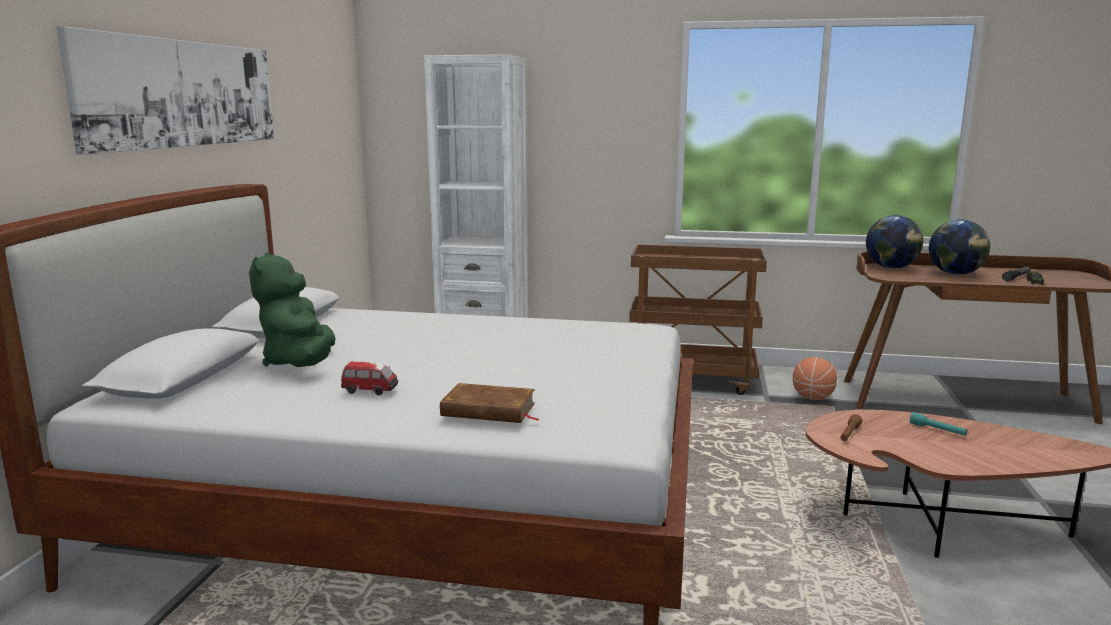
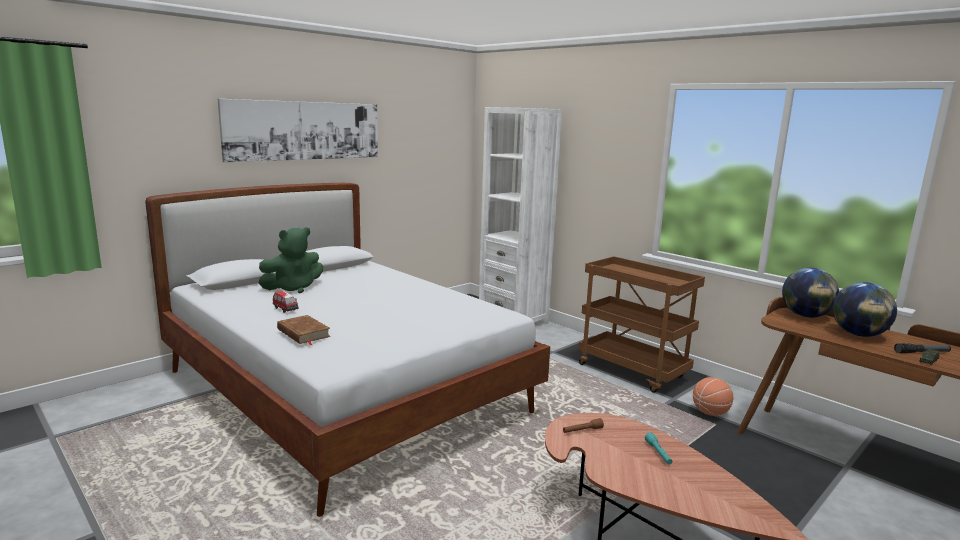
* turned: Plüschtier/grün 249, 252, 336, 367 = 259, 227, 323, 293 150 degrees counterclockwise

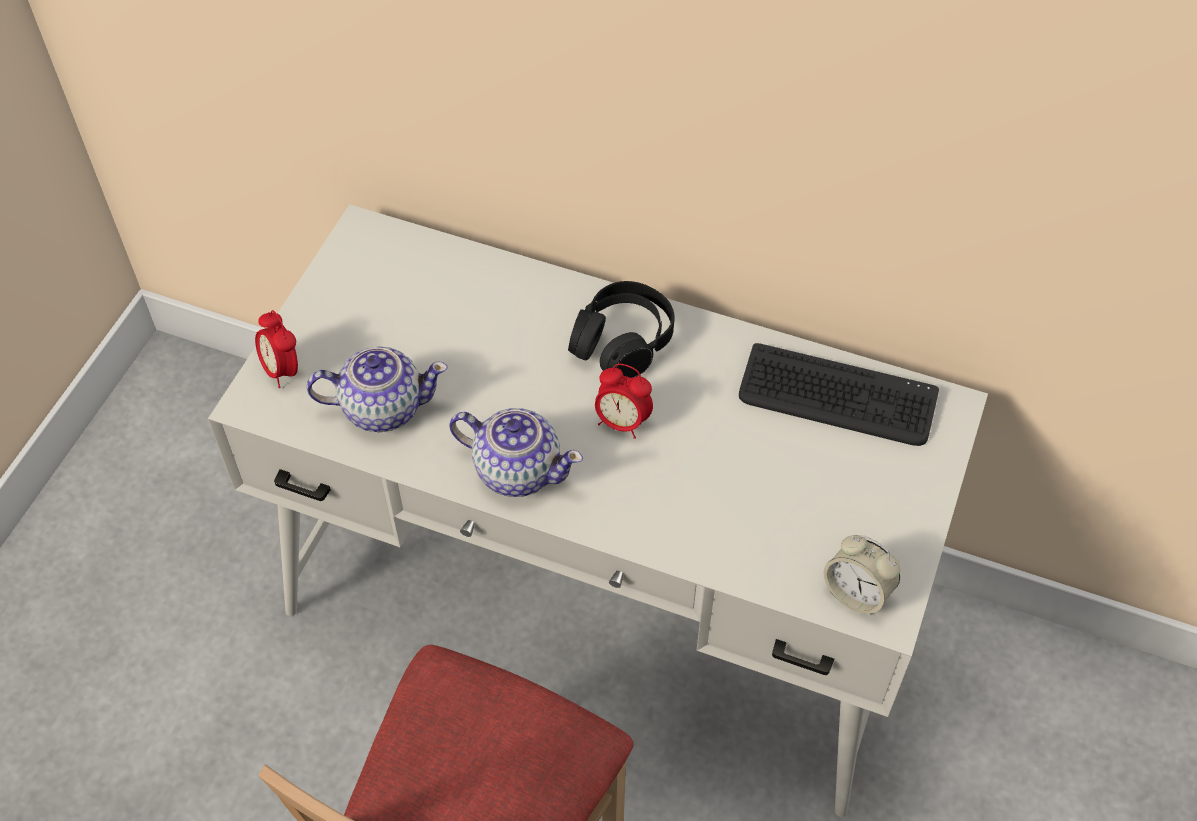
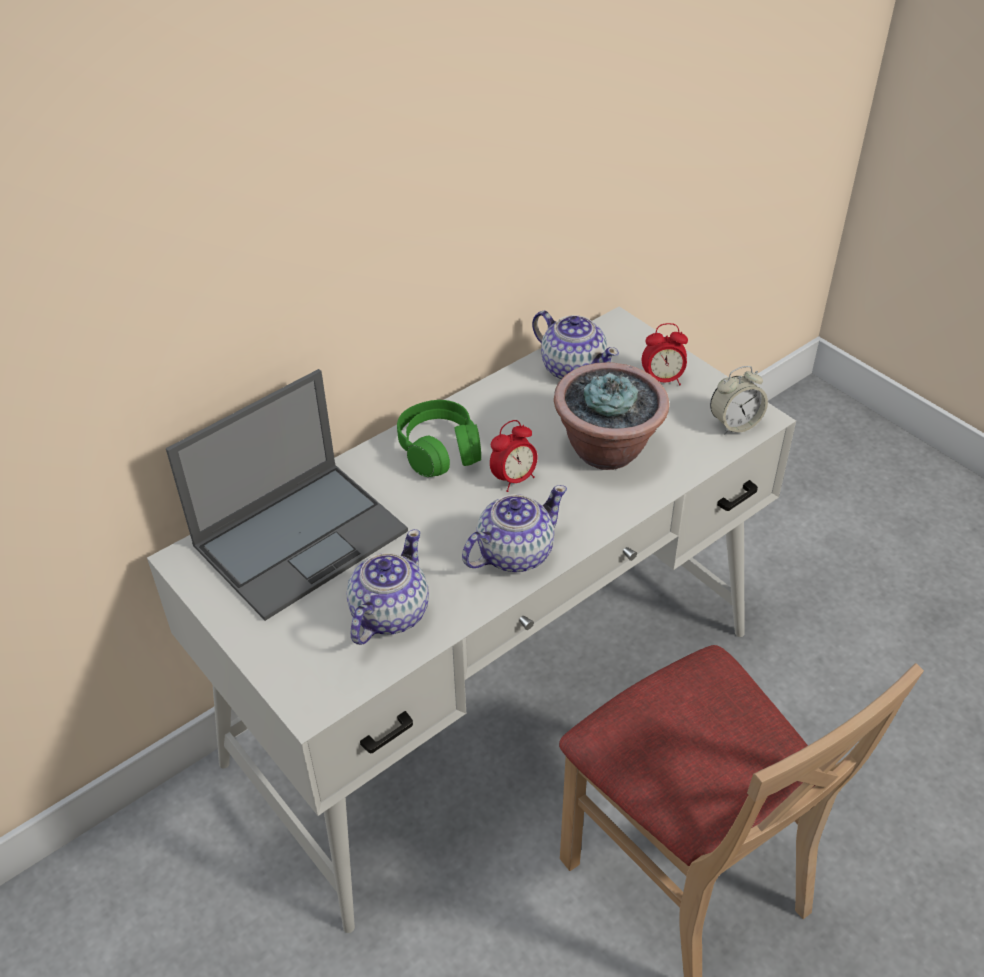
* added: Laptop 166, 369, 408, 621
* added: Topfpflanze 554, 362, 669, 470
* moved: Wecker 255, 310, 298, 388 to 642, 323, 688, 385
* replaced: Tastatur 739, 343, 939, 446 to Teekanne 532, 310, 619, 380
* recoloured: Kopfhörer/schwarz 568, 281, 675, 378 to Kopfhörer/grün 397, 400, 481, 477

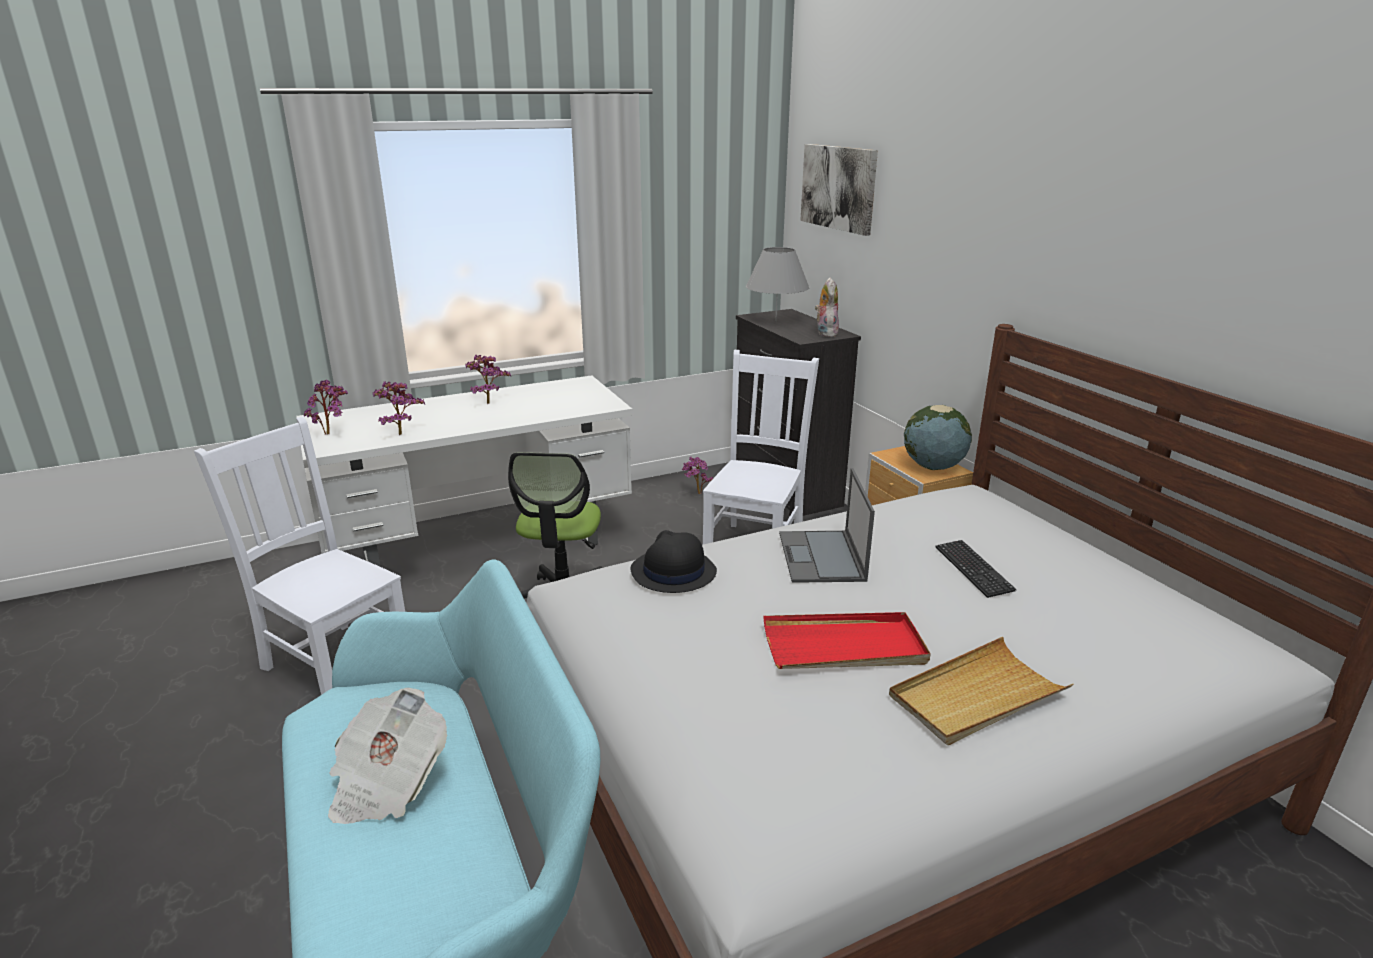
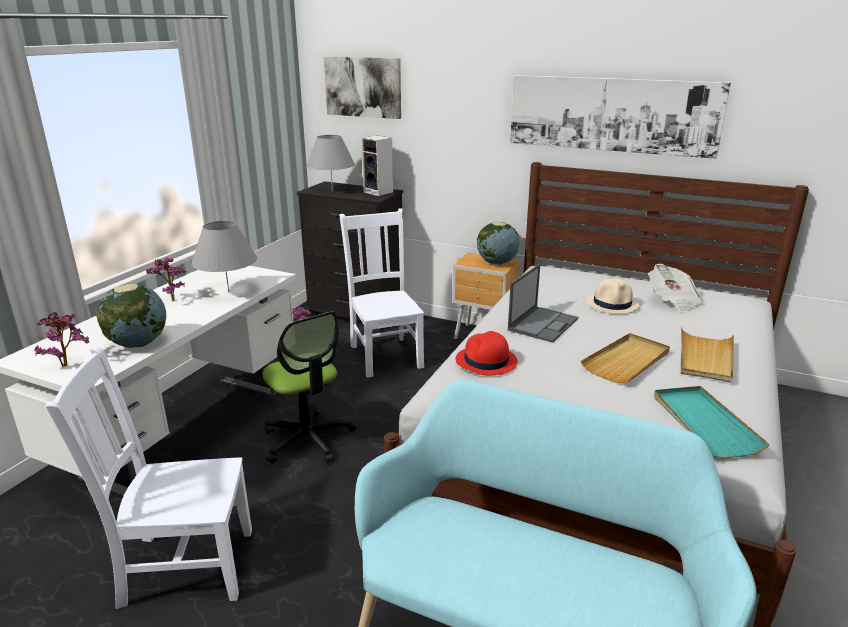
* added: Tischlampe/grau 191, 221, 257, 293
* added: Bild 510, 75, 731, 159
* added: Tablett/türkis 654, 386, 770, 458
* moved: Zeitung 328, 688, 447, 824 to 648, 264, 702, 313
* replaced: Topfpflanze 373, 381, 425, 435 to Globus 96, 283, 166, 348
* replaced: Plüschtier 815, 278, 839, 337 to Lautsprecher 361, 135, 393, 196
* replaced: Tastatur 936, 540, 1016, 598 to Hut/beige 586, 278, 640, 314
* recoloured: Hut/schwarz 631, 530, 717, 593 to Hut/rot 456, 331, 518, 375
* recoloured: Tablett/rot 764, 612, 931, 669 to Tablett/beige 581, 333, 670, 383
* turned: Laptop 779, 468, 875, 583 = 508, 264, 578, 343 105 degrees counterclockwise

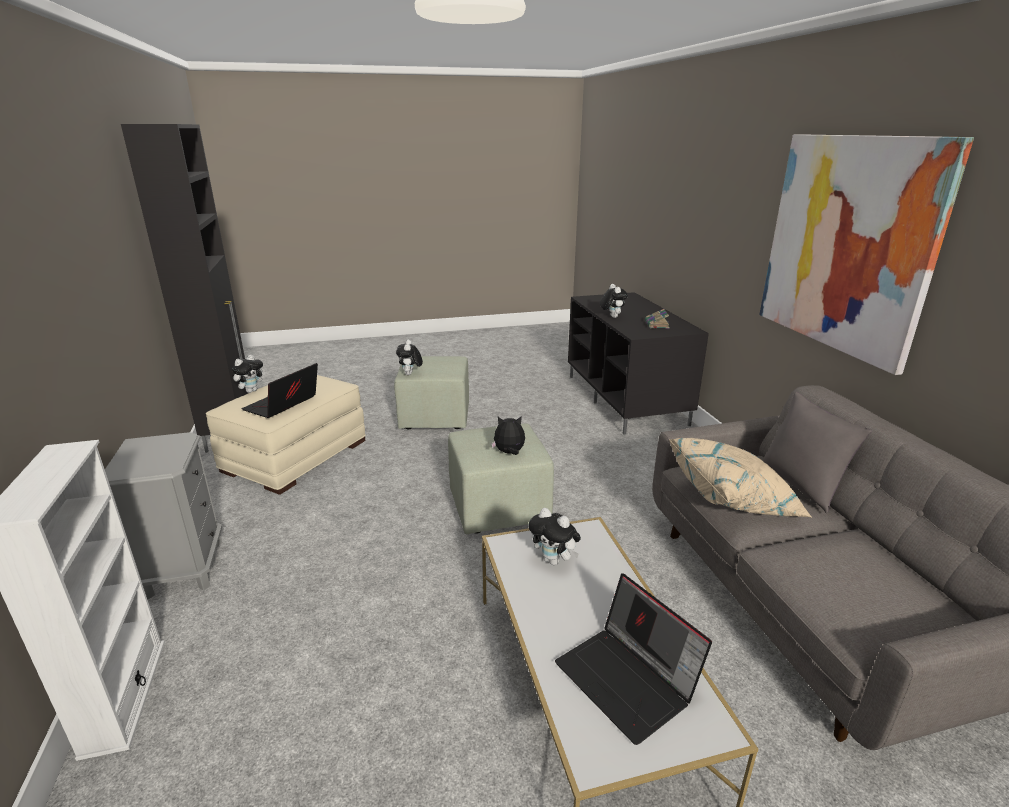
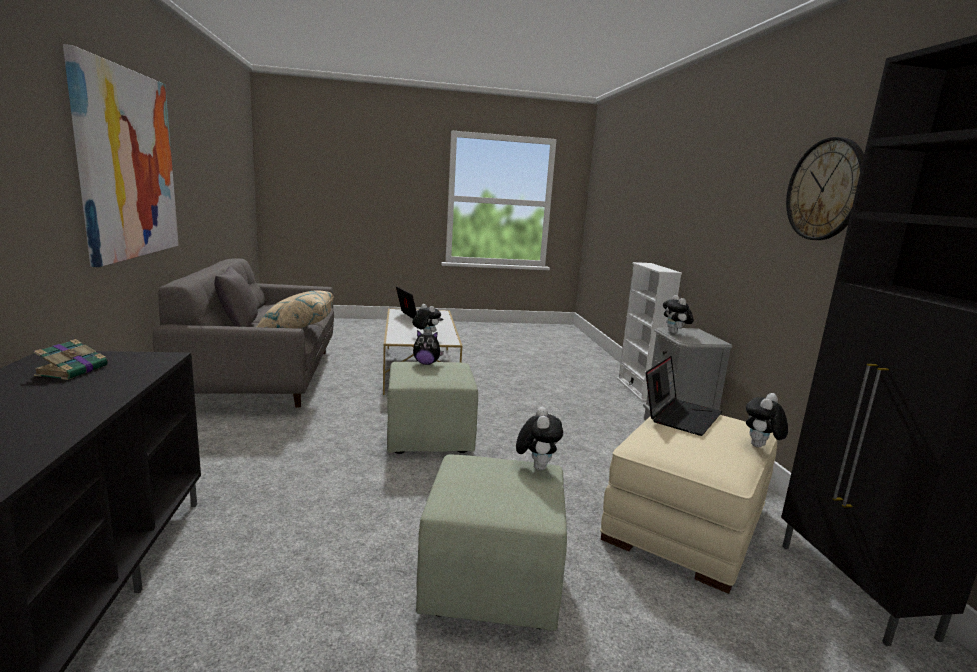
* added: Wanduhr 786, 137, 864, 240
* moved: Plüschtier 600, 284, 628, 318 to 663, 295, 694, 334

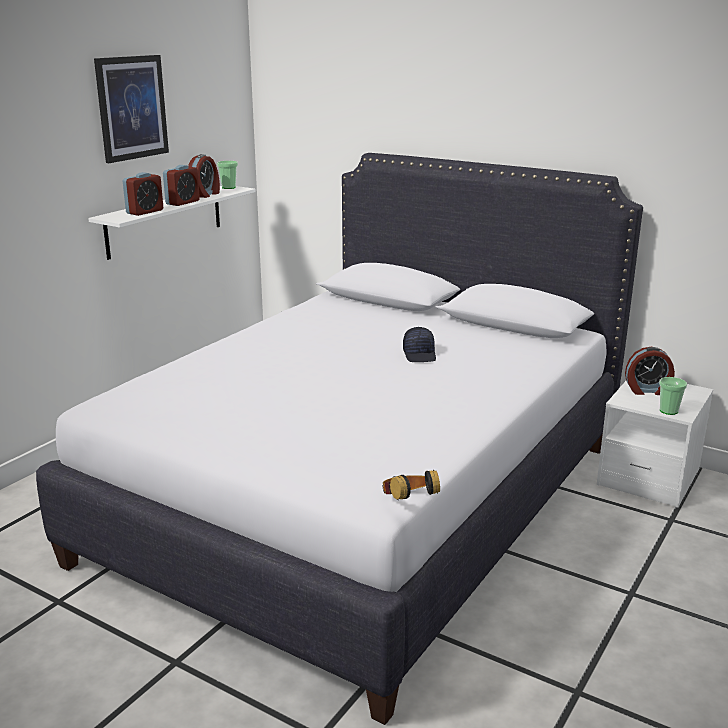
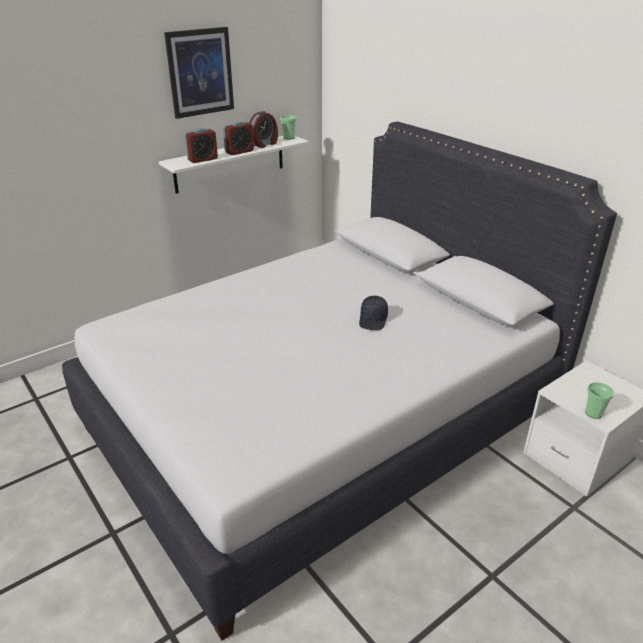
* removed: Kopfhörer 382, 470, 440, 500
* removed: Wecker 625, 347, 675, 395

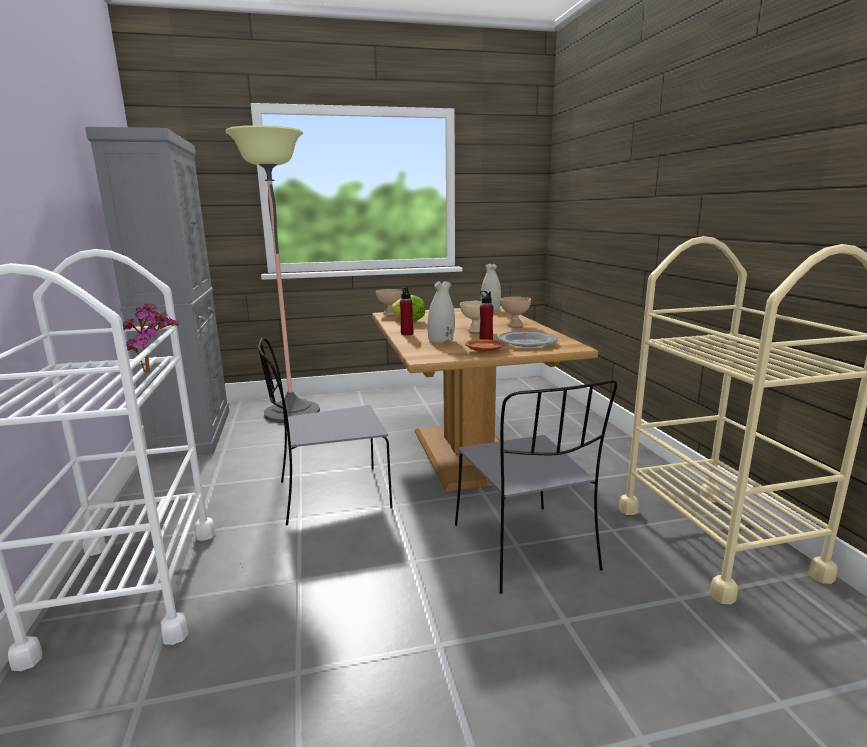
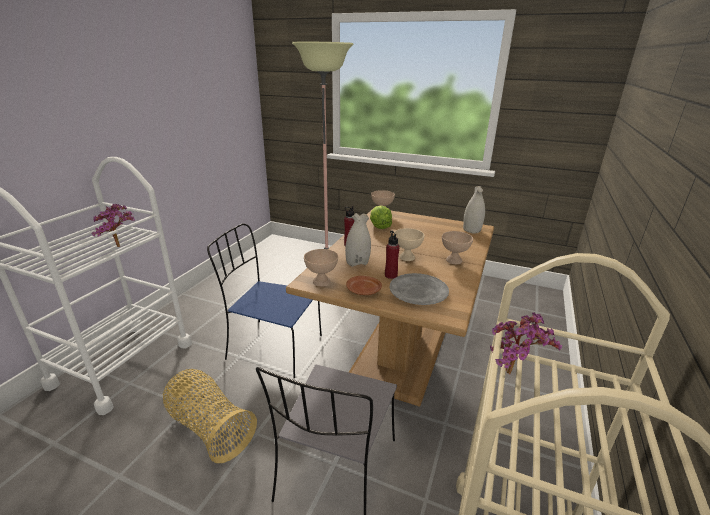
* removed: Schrank/grau 85, 127, 229, 460
* added: Korb 163, 369, 257, 463
* added: Schüssel/beige 304, 249, 338, 287
* added: Topfpflanze 490, 313, 562, 374
* recoloured: Stuhl/grau 258, 338, 393, 525 to Stuhl/blau 207, 223, 322, 378

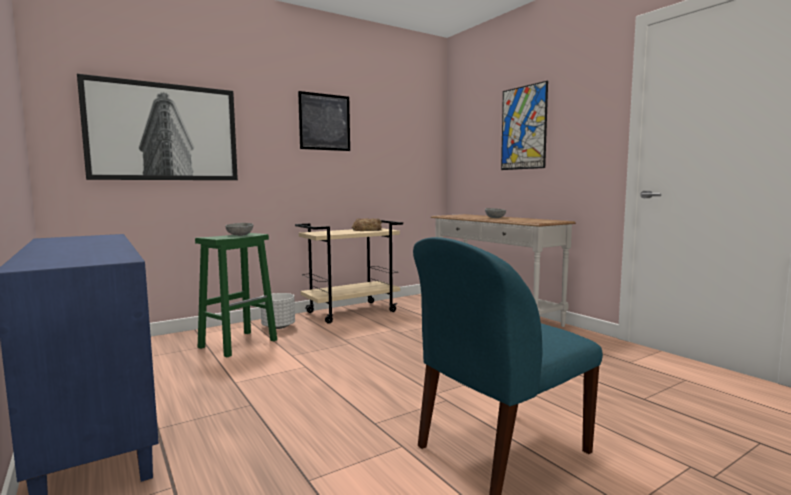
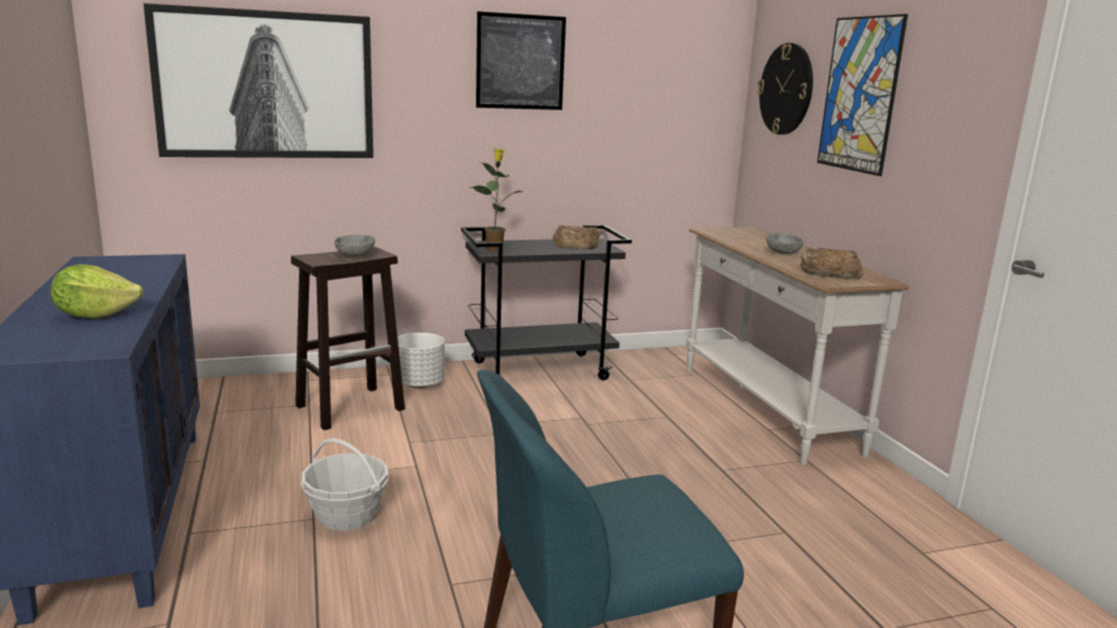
* added: Salatkopf 50, 264, 143, 319
* added: Korb 301, 438, 389, 531
* added: Topfpflanze 470, 149, 522, 251
* added: Wanduhr 757, 43, 813, 135
* added: Brot 801, 248, 864, 279
* recoloured: Hocker/grün 195, 233, 277, 357 to Hocker/braun 291, 246, 405, 430
* recoloured: Rollwagen/beige 295, 220, 403, 324 to Rollwagen/schwarz 461, 225, 632, 380

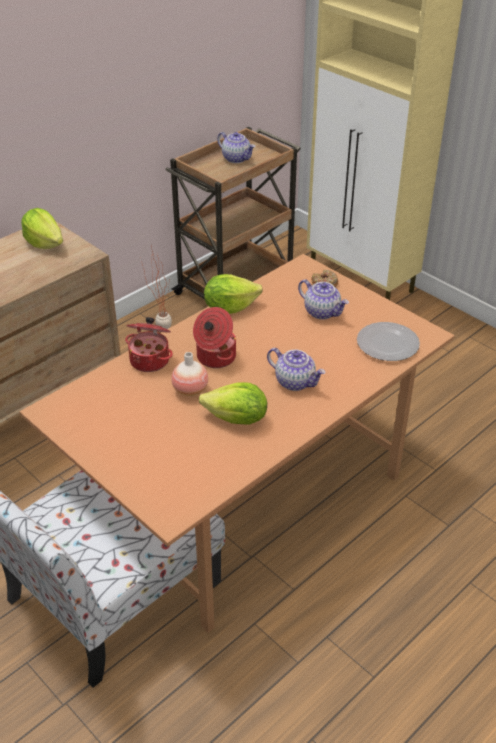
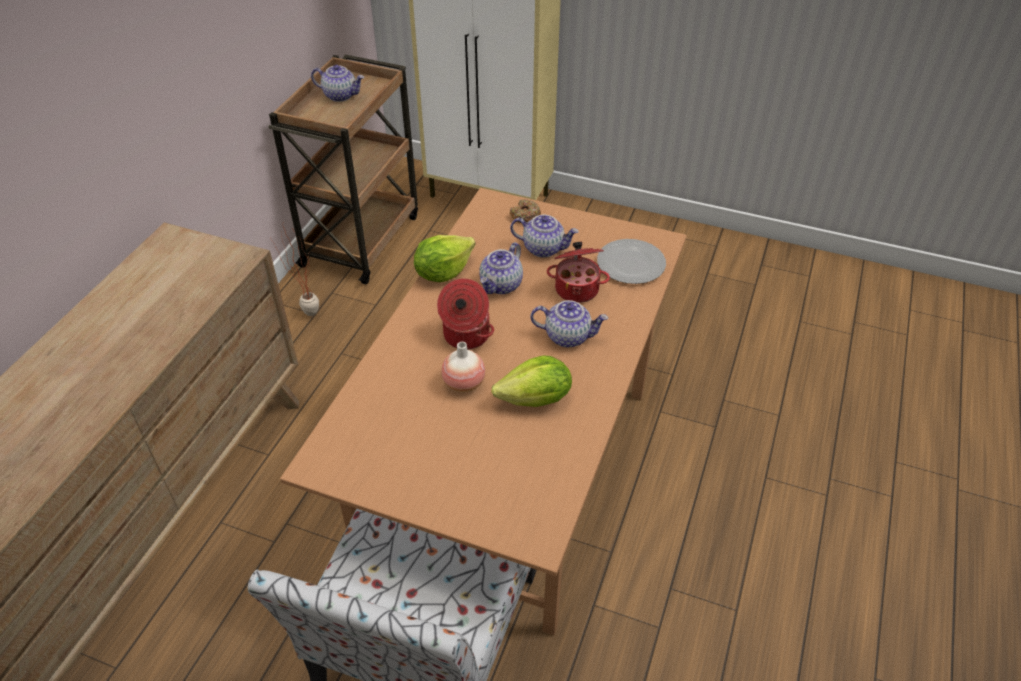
* removed: Salatkopf 21, 208, 63, 249
* added: Teekanne 479, 242, 523, 294
* moved: Kochtopf 125, 317, 173, 372 to 547, 242, 610, 303

